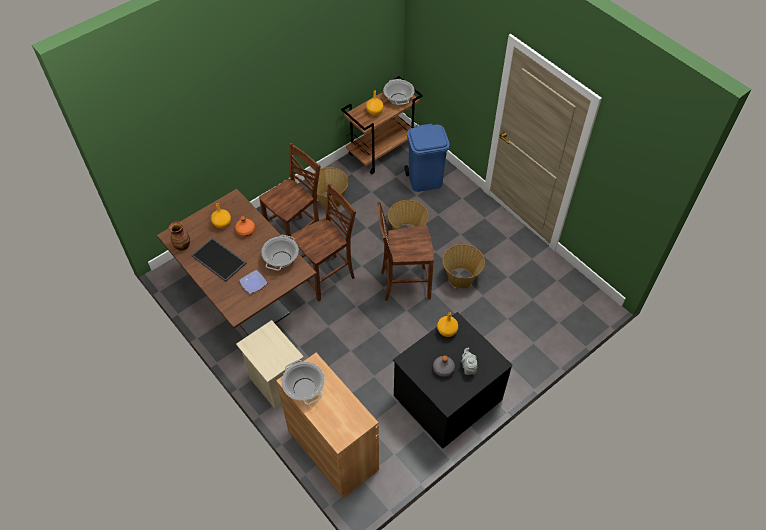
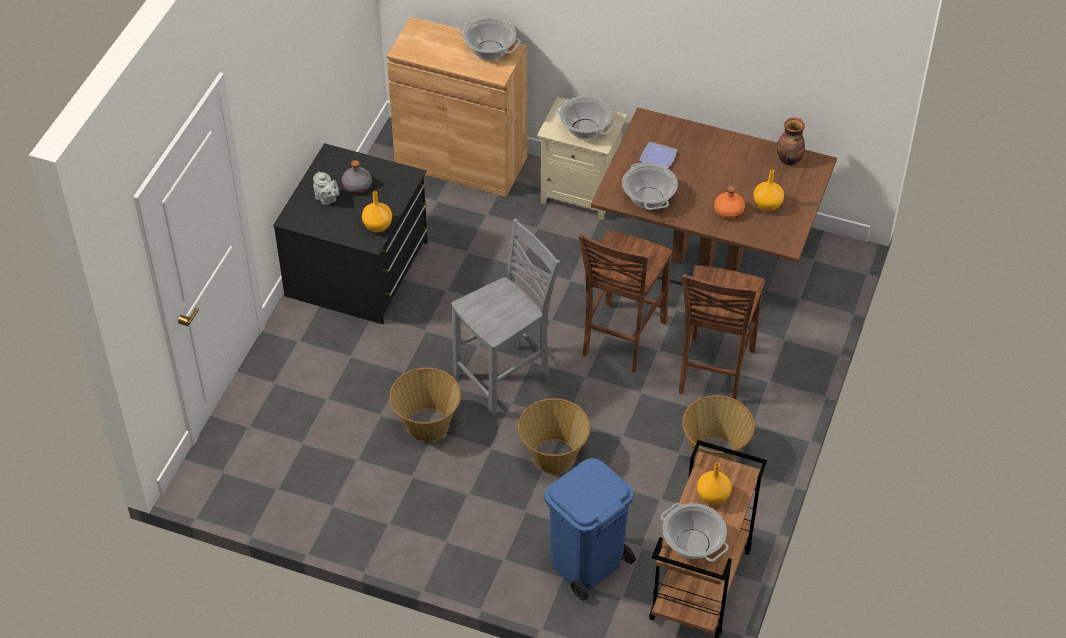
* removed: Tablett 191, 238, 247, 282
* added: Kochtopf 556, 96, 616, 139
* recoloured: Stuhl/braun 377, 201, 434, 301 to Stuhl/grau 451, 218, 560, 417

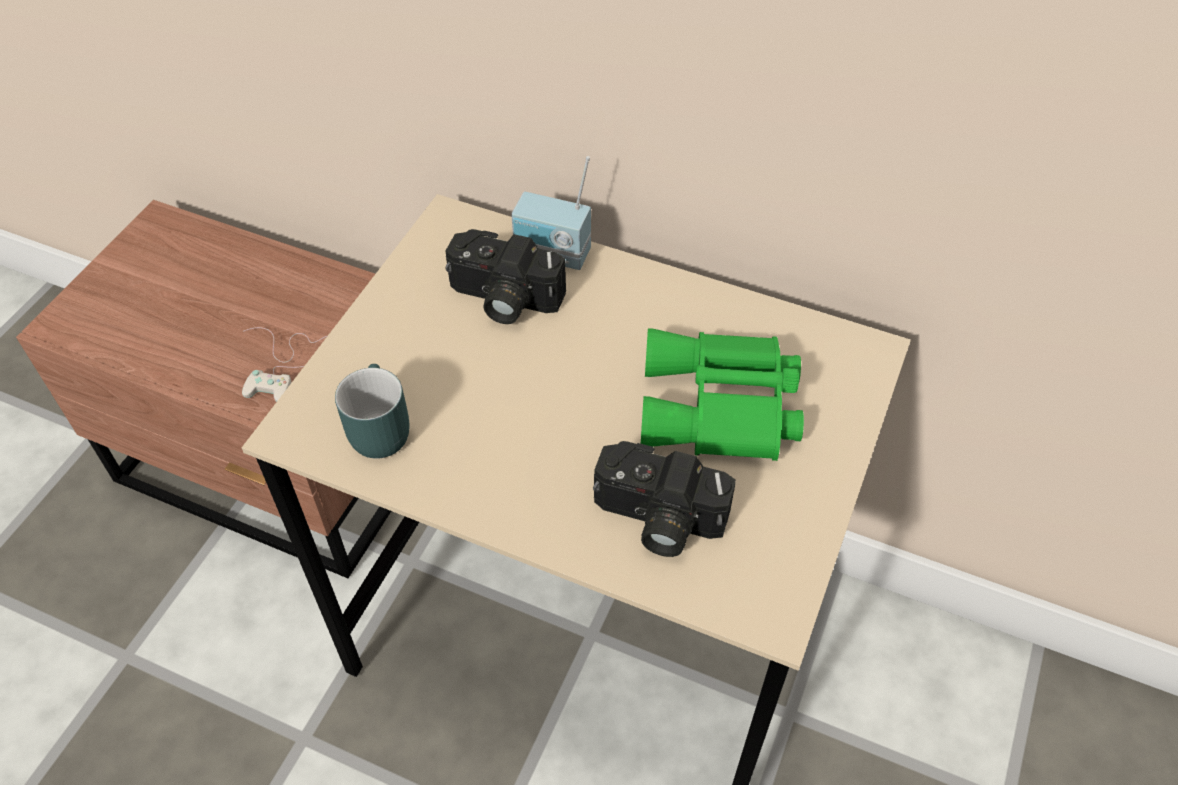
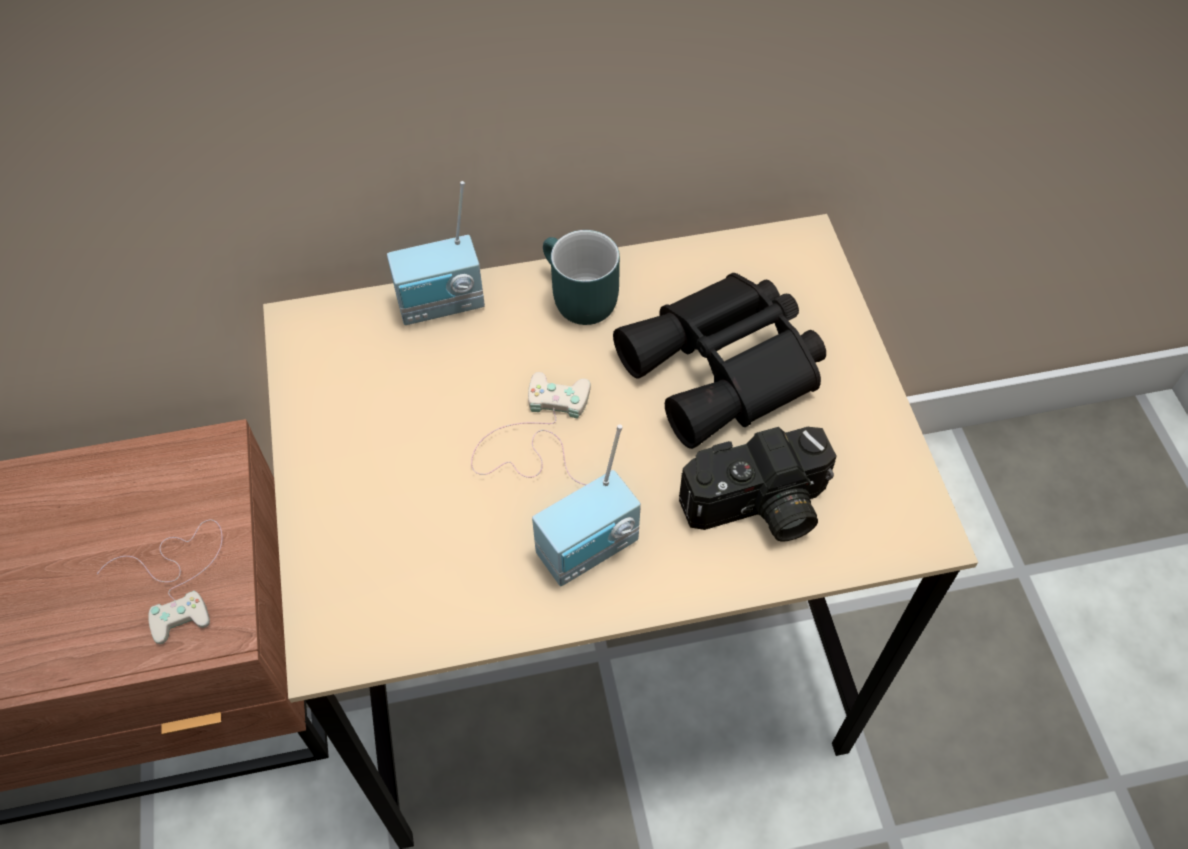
* removed: Kamera 446, 229, 566, 324
* added: Gamepad/weiß 471, 372, 591, 485
* added: Radio 532, 424, 641, 586
* moved: Henkelbecher/türkis 335, 364, 410, 458 to 543, 230, 620, 325
* recoloured: Fernglas/grün 641, 328, 804, 461 to Fernglas/schwarz 613, 273, 826, 449

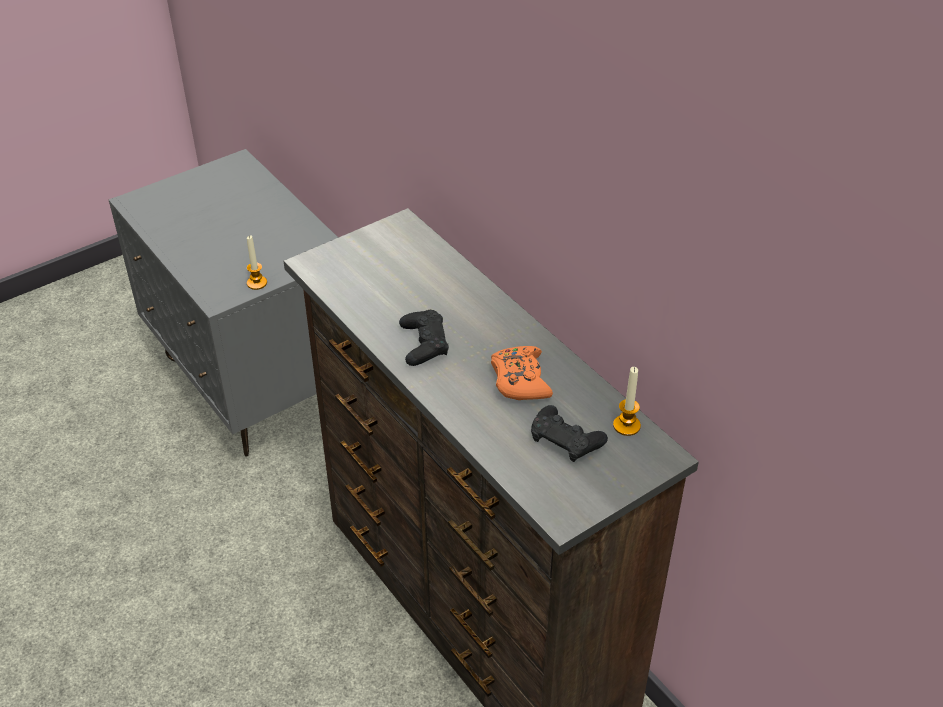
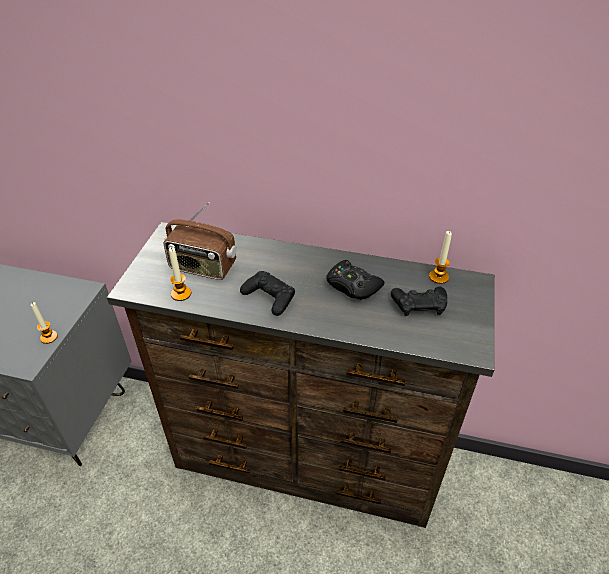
* added: Radio 163, 202, 237, 280
* added: Kerze 169, 247, 191, 301
* recoloured: Gamepad/orange 491, 346, 553, 400 to Gamepad/schwarz 326, 260, 385, 300

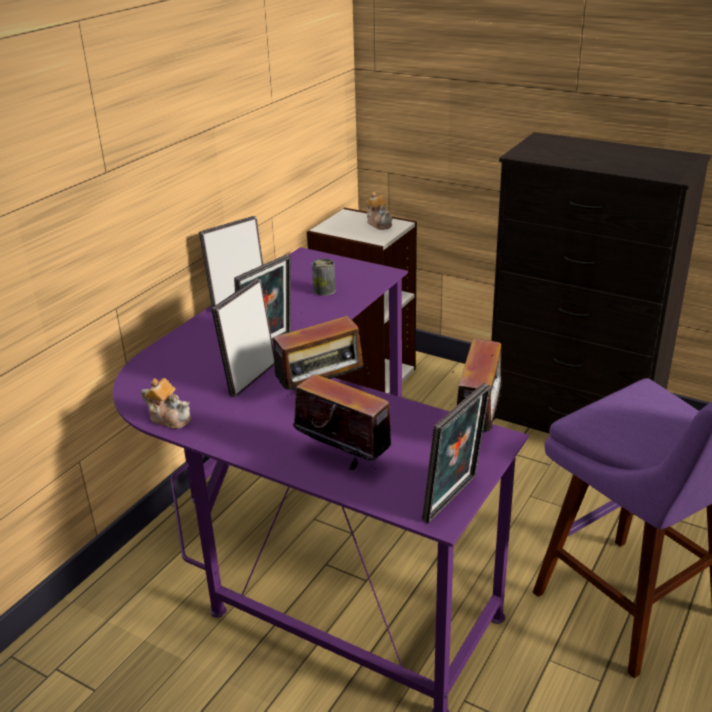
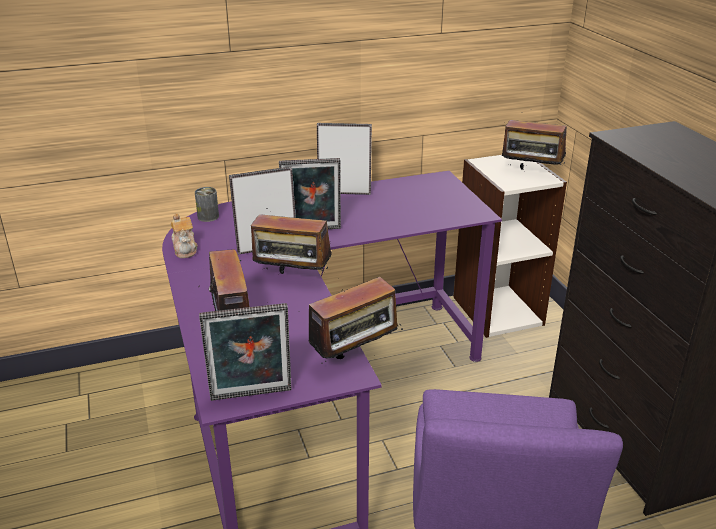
* moved: Dose 312, 259, 336, 296 to 195, 187, 219, 222
* replaced: Teekanne 366, 192, 393, 230 to Radio 502, 112, 567, 170

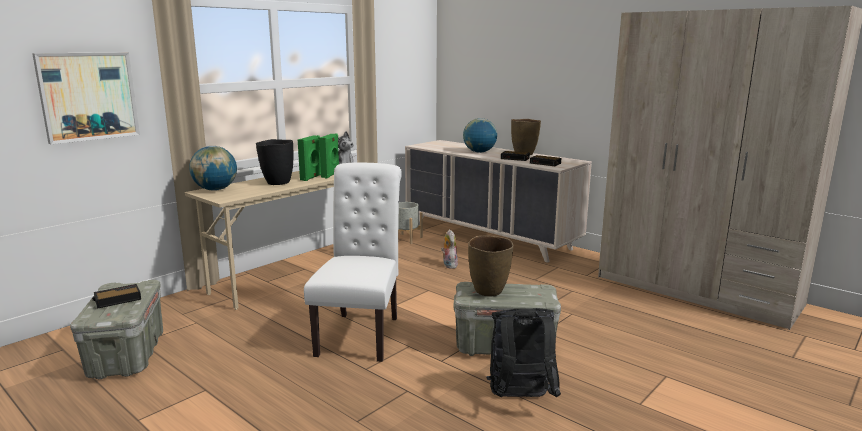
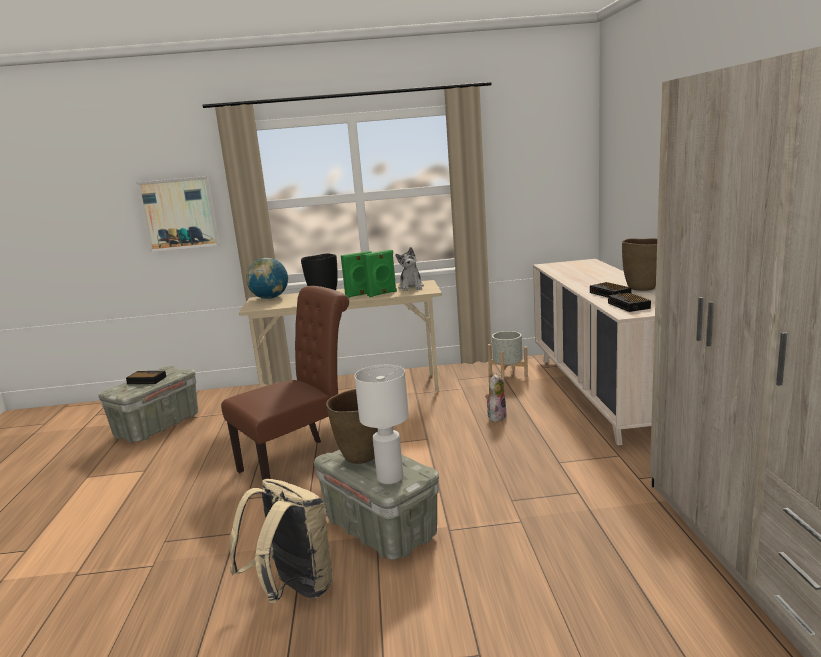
* removed: Globus 463, 118, 497, 153
* added: Tischlampe/weiß 355, 365, 409, 484
* recoloured: Stuhl/weiß 304, 163, 402, 362 to Stuhl/braun 221, 286, 349, 481
* recoloured: Rucksack/schwarz 486, 308, 561, 397 to Rucksack/beige 229, 479, 332, 603

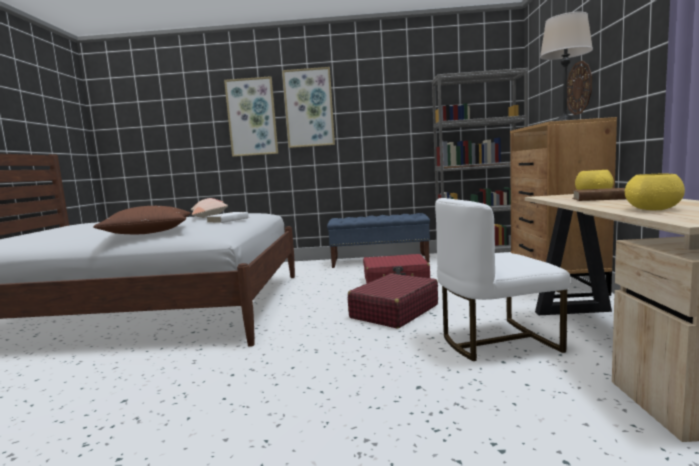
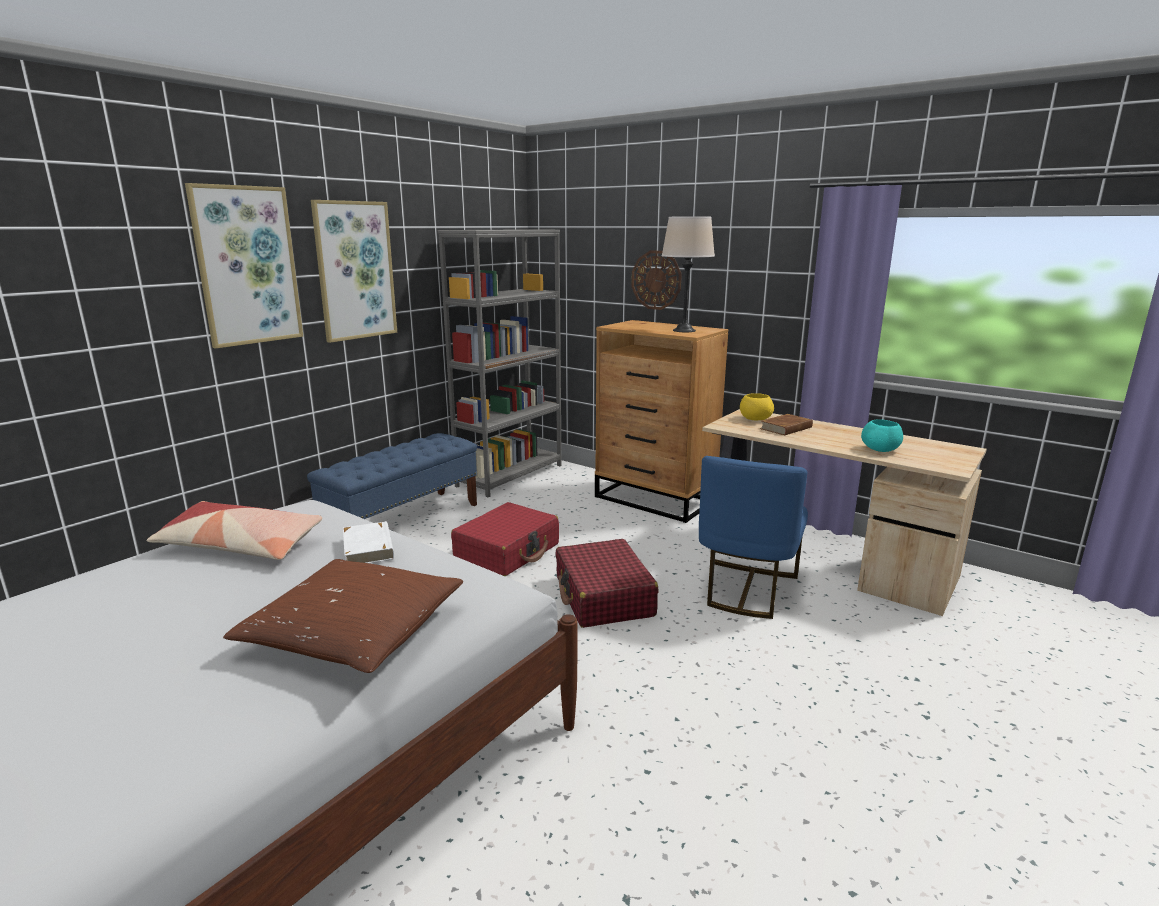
* moved: Bild 224, 76, 278, 157 to 311, 200, 397, 343
* recoloured: Stuhl/weiß 435, 198, 571, 361 to Stuhl/blau 699, 456, 808, 619
* recoloured: Schüssel/gelb 625, 174, 685, 210 to Schüssel/türkis 861, 420, 903, 452

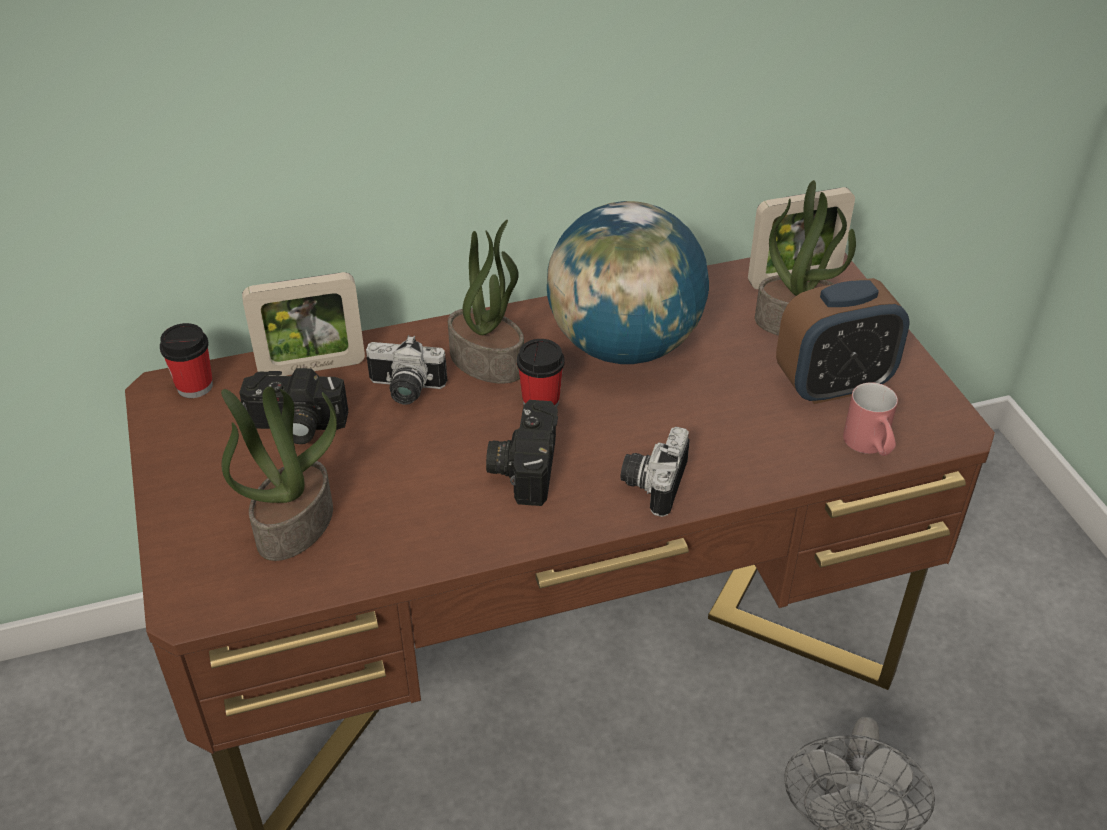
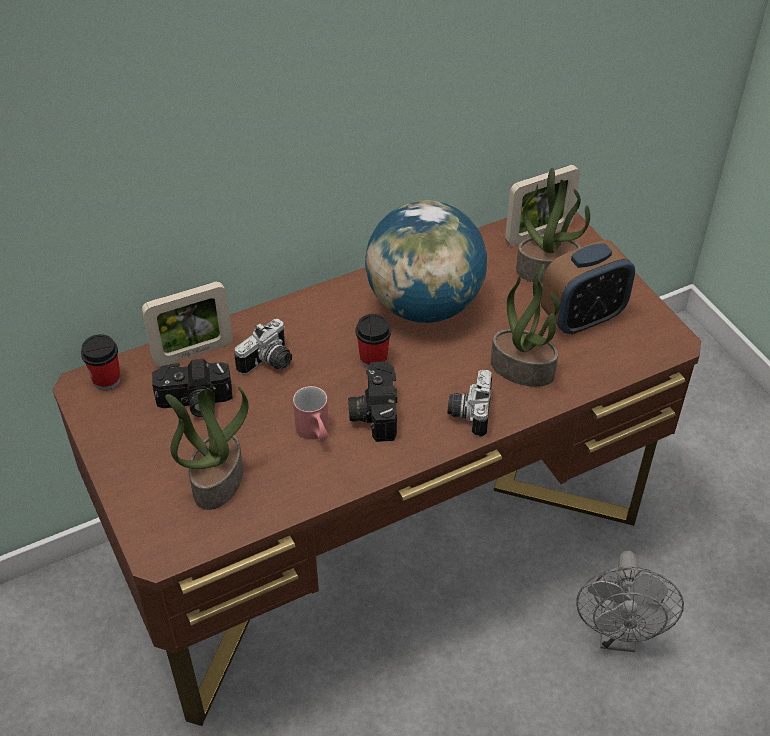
* moved: Topfpflanze 448, 220, 524, 384 to 491, 264, 560, 387
* moved: Henkelbecher/rot 843, 382, 898, 456 to 293, 386, 329, 442
* turned: Kamera 366, 335, 448, 405 = 234, 319, 292, 375 45 degrees counterclockwise

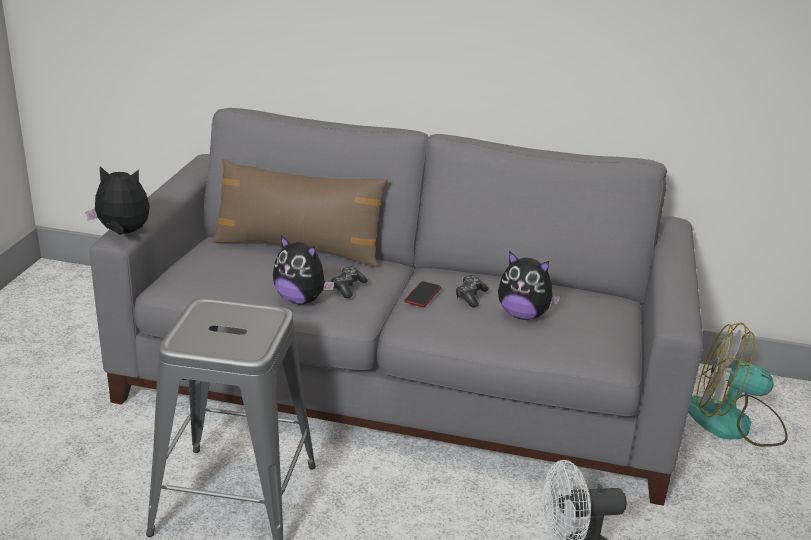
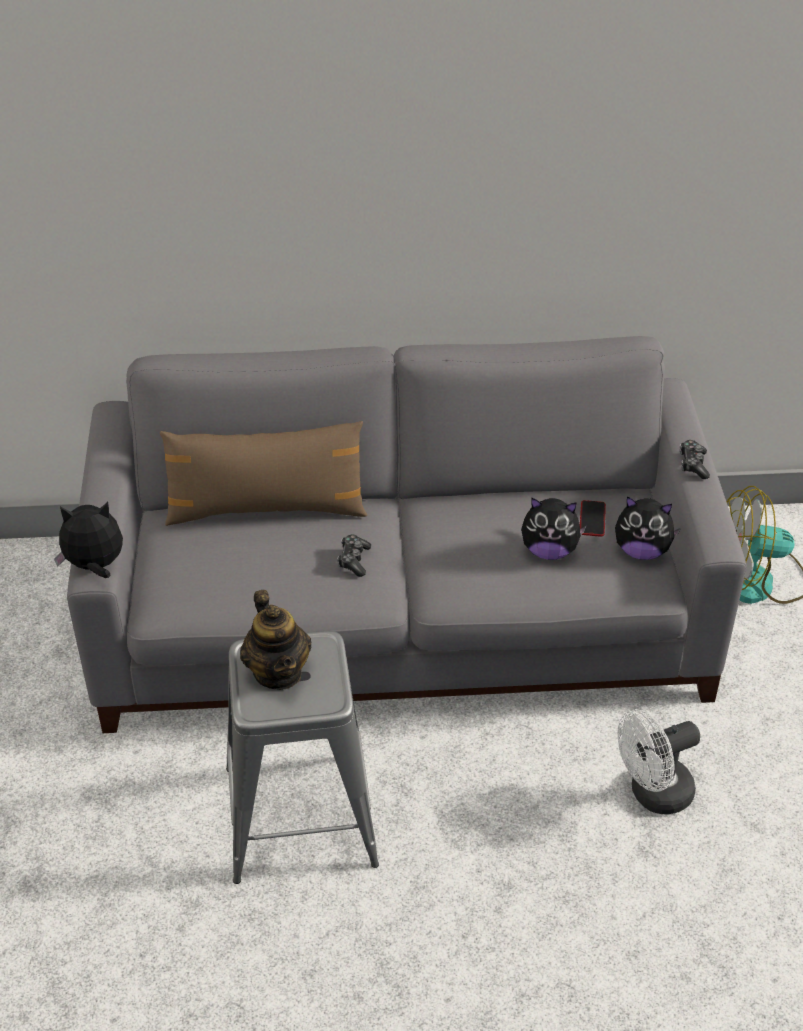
* added: Teekanne 240, 590, 311, 690
* moved: Plüschtier 273, 235, 334, 305 to 615, 496, 681, 560
* moved: Handy 404, 281, 441, 307 to 580, 500, 606, 537
* moved: Gamepad 455, 275, 488, 308 to 680, 440, 710, 479

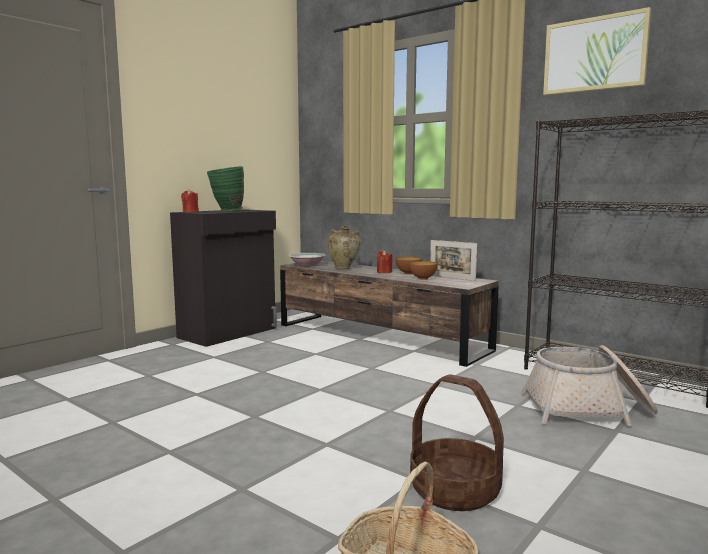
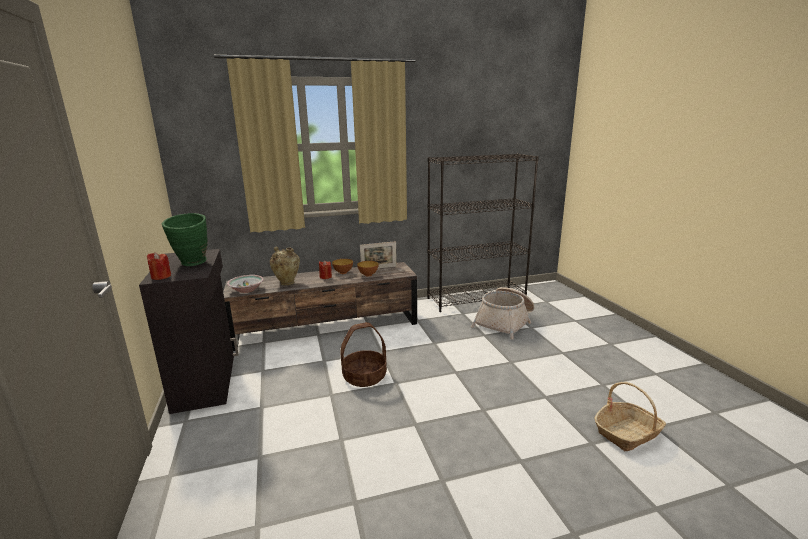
* removed: Bild 543, 7, 651, 95
* moved: Korb 410, 375, 504, 511 to 340, 322, 387, 387

